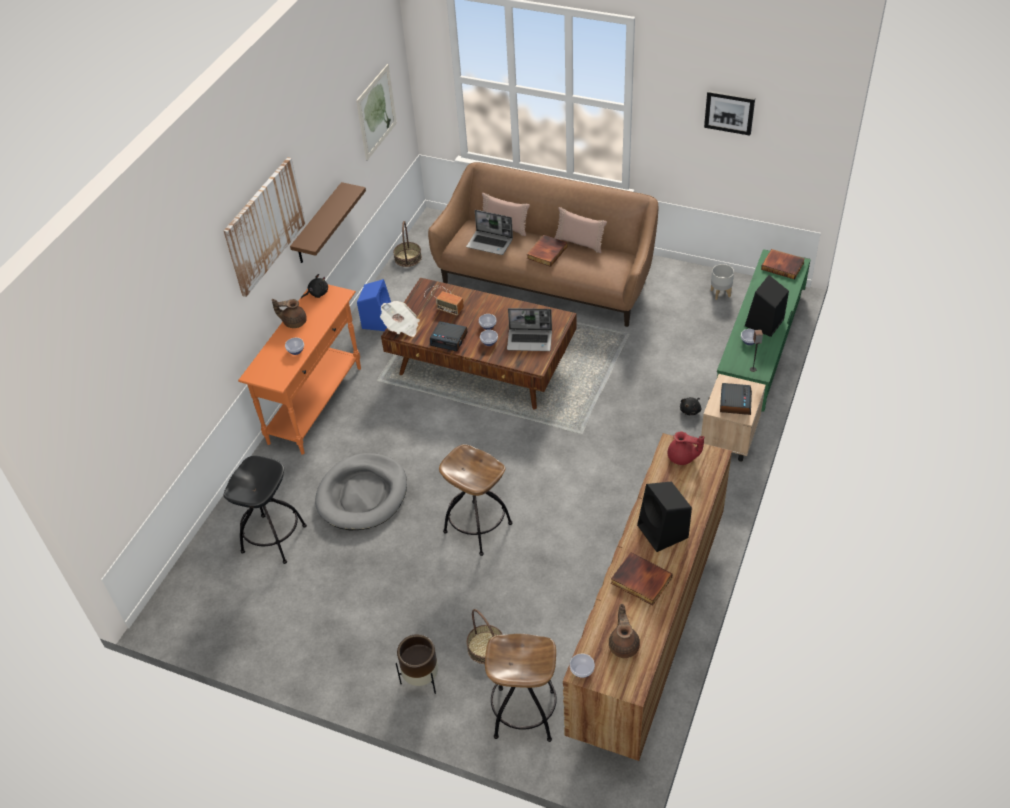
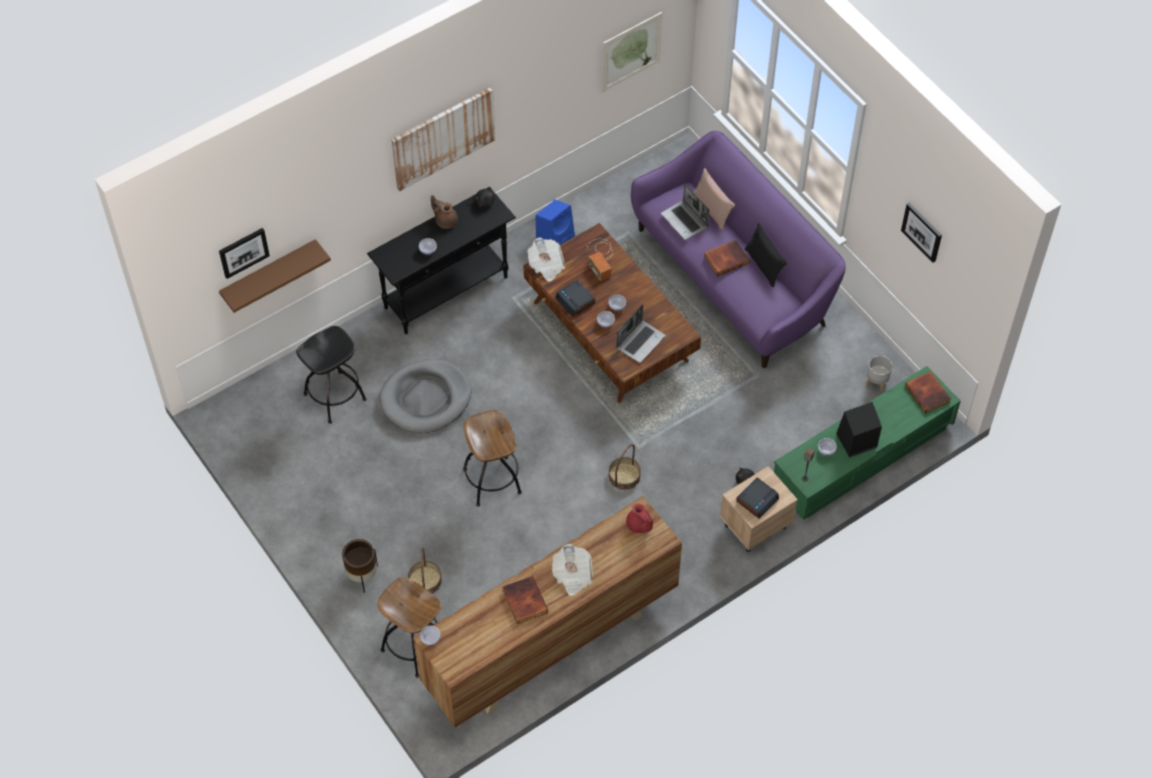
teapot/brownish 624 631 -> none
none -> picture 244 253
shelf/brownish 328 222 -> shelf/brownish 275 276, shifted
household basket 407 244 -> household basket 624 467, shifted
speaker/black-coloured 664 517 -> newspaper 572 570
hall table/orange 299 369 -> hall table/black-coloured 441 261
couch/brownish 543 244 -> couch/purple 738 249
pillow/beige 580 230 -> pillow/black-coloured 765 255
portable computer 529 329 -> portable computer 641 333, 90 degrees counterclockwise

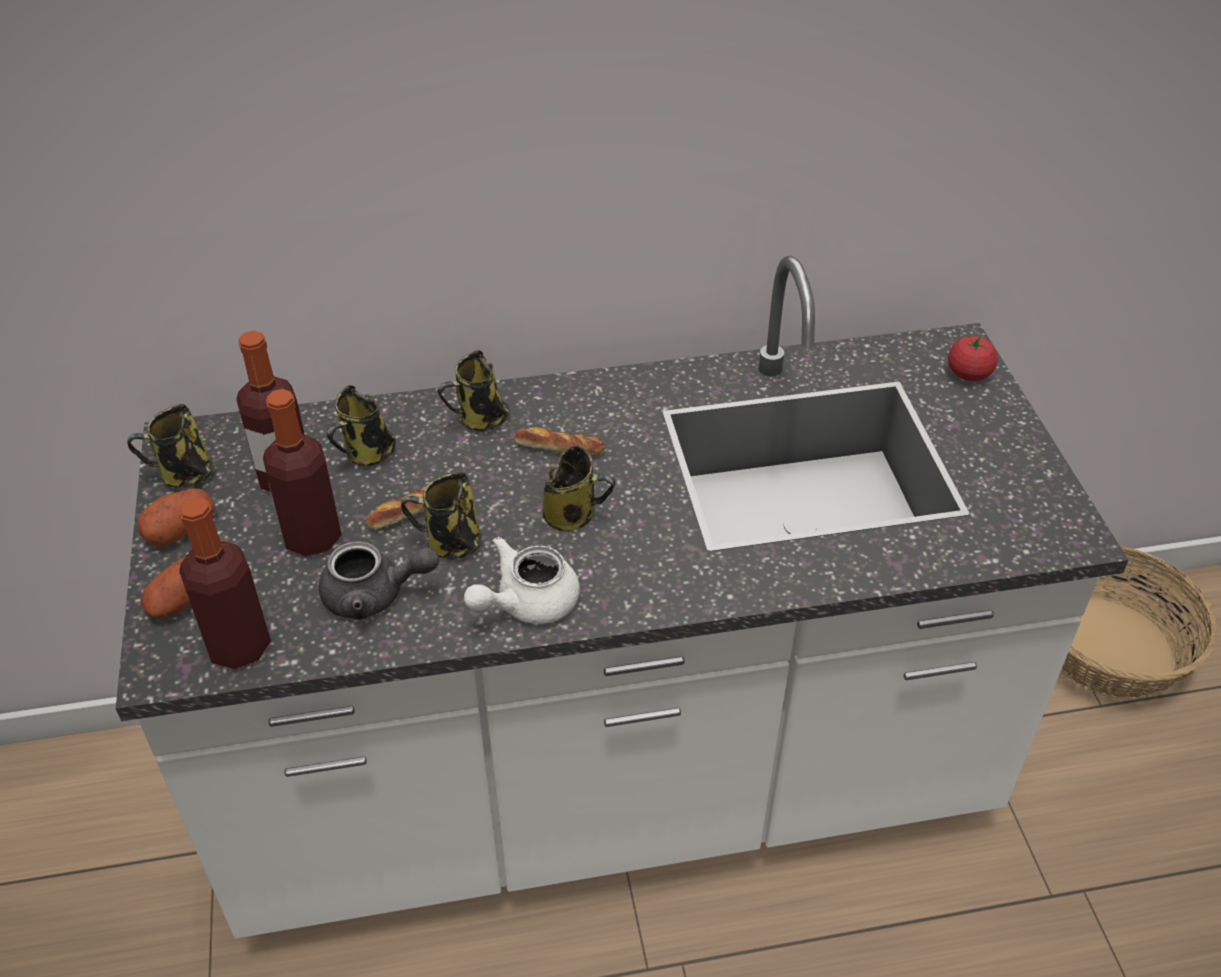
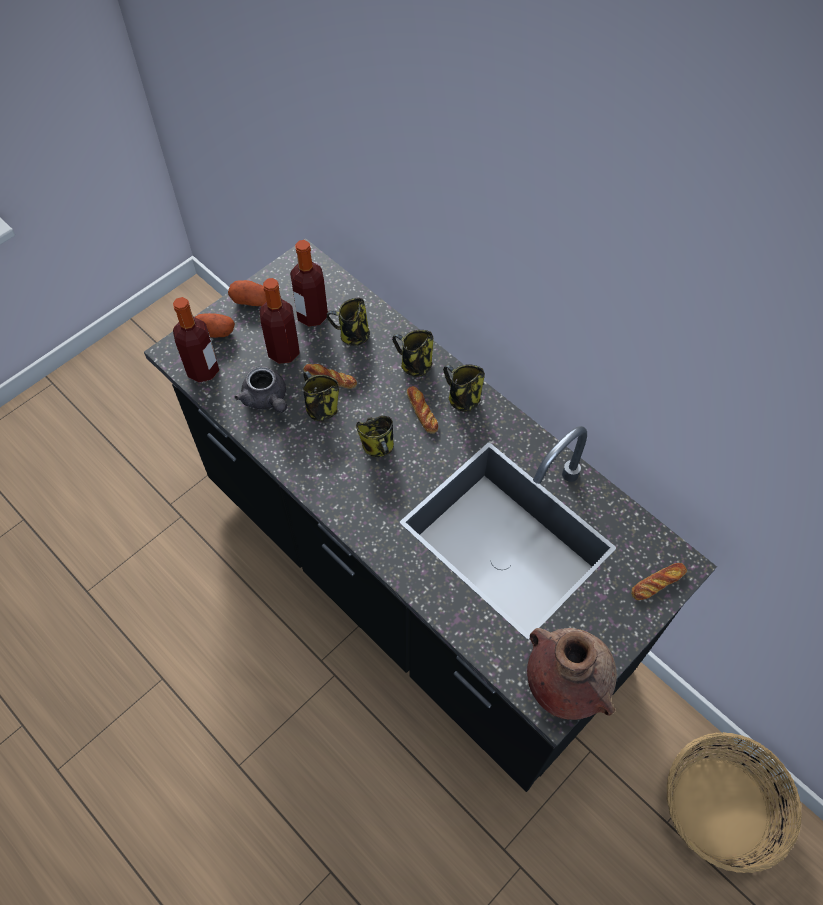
teapot/white-coloured 522 580 -> none
none -> vase/brownish 572 674
mug 170 446 -> mug 464 388, shifted
fresh tomato 973 358 -> bakery bread 659 581
kitchen counter/white-coloured 622 597 -> kitchen counter/black-coloured 430 515

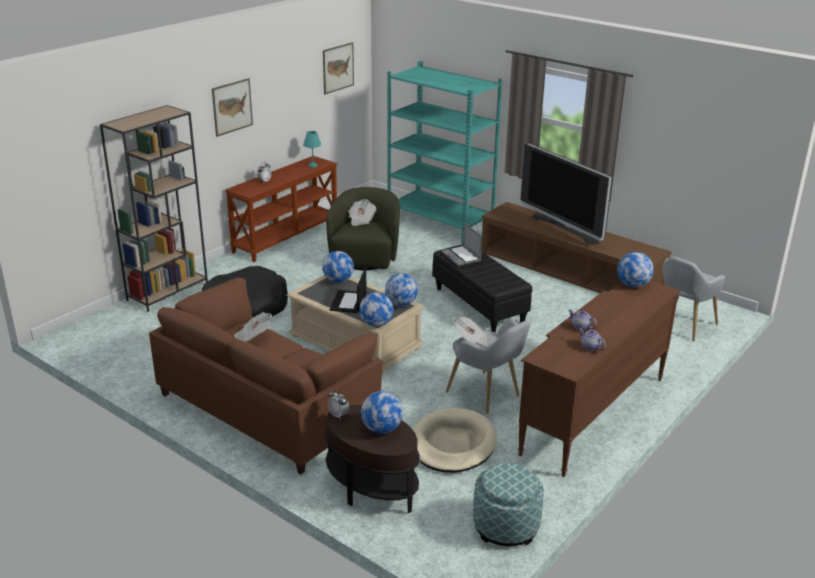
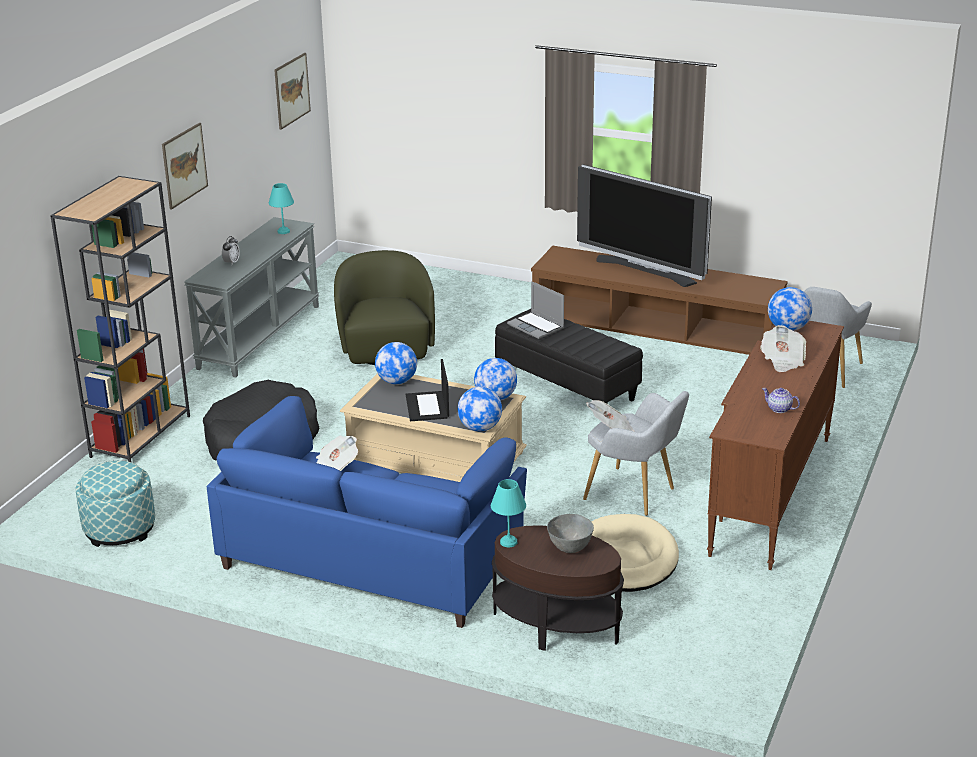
shelving unit/turquoise 445 152 -> none
teapot 583 320 -> none
newspaper 362 212 -> newspaper 783 348, shifted
footrest 508 504 -> footrest 115 504, shifted
alarm clock 338 404 -> lamp for a table/turquoise 508 513
desk globe 382 412 -> serving bowl/gray 570 533
couch/brownish 266 376 -> couch/bluish 367 512
hall table/brownish 281 209 -> hall table/gray 252 297

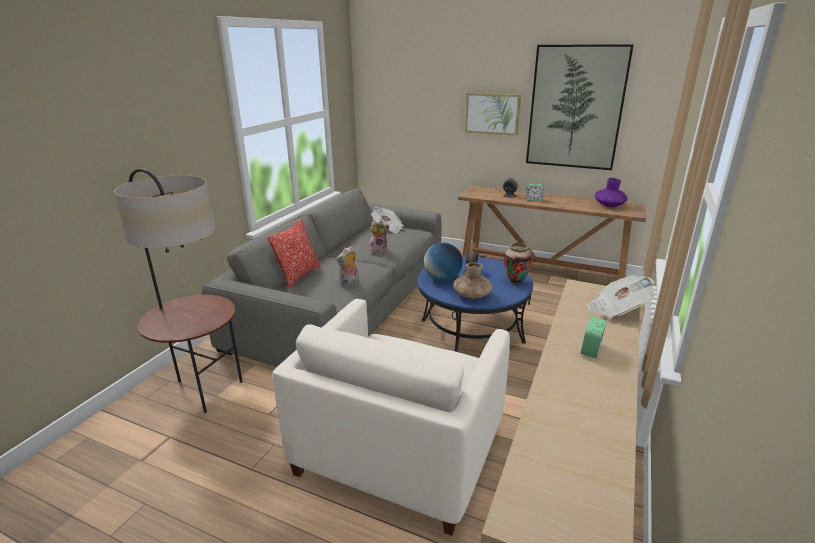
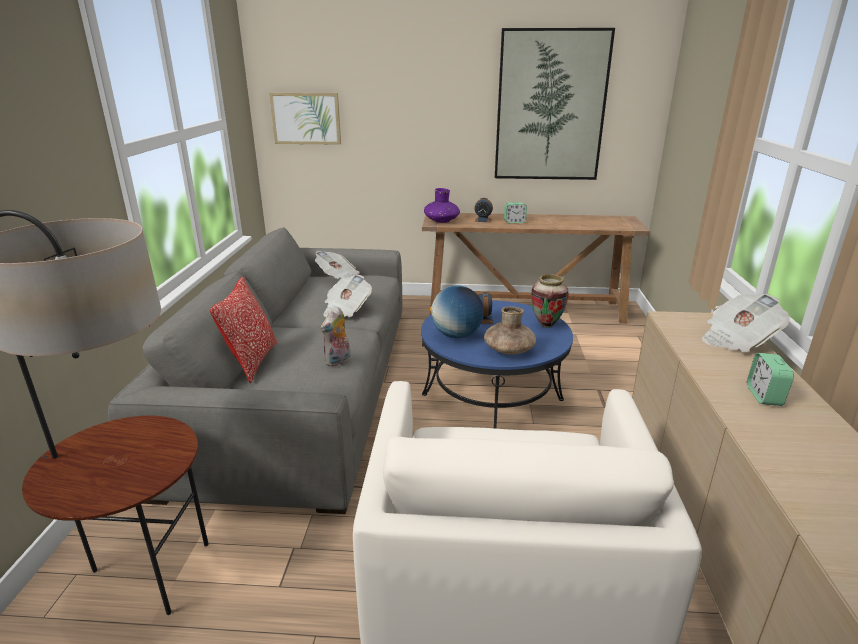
picture 493 114 -> picture 305 119, shifted
vase/purple 611 192 -> vase/purple 442 205, shifted
plush toy 380 236 -> newspaper 347 296

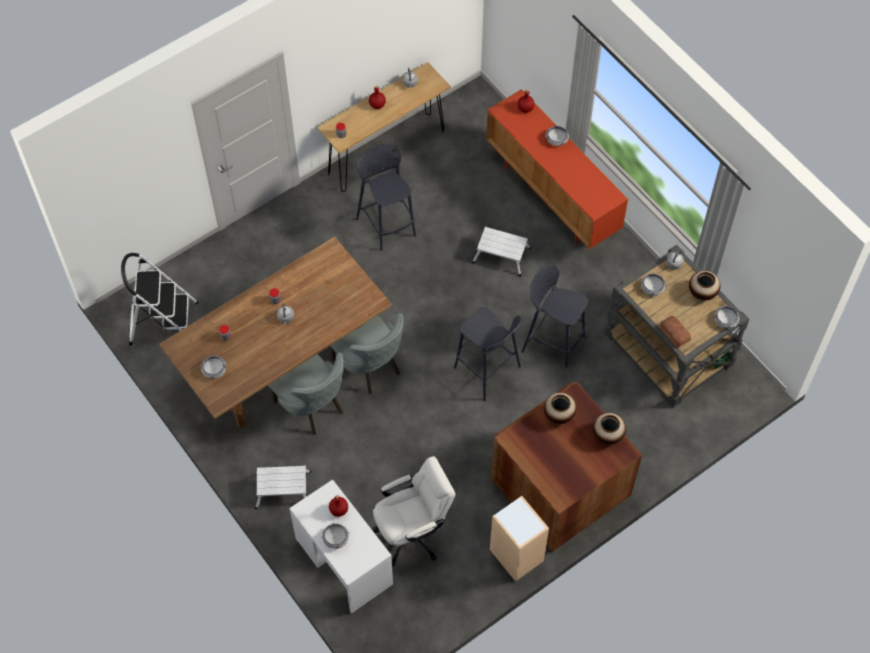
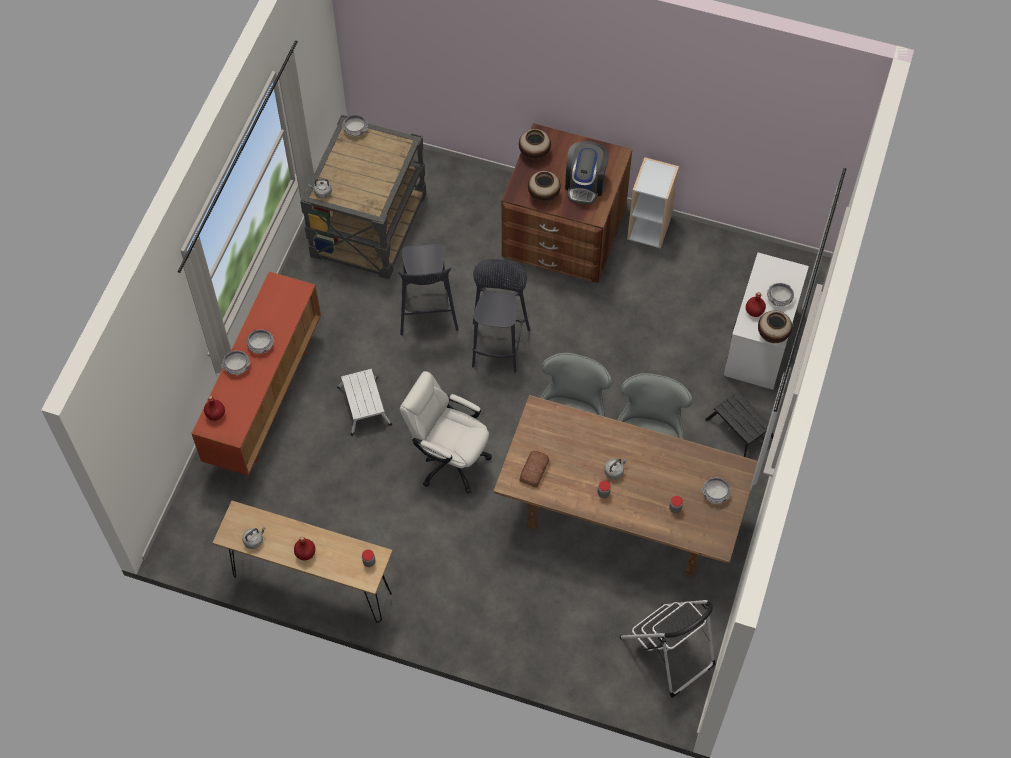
stool/gray 386 197 -> none
none -> coffee machine 587 172
computer chair/white-coloured 414 511 -> computer chair/white-coloured 446 432, shifted
serving bowl 653 284 -> serving bowl 260 341, shifted
bakery bread 675 332 -> bakery bread 534 469, shifted
vase 705 286 -> vase 775 327, shifted
stepladder/white-coloured 283 487 -> stepladder/black-coloured 739 424

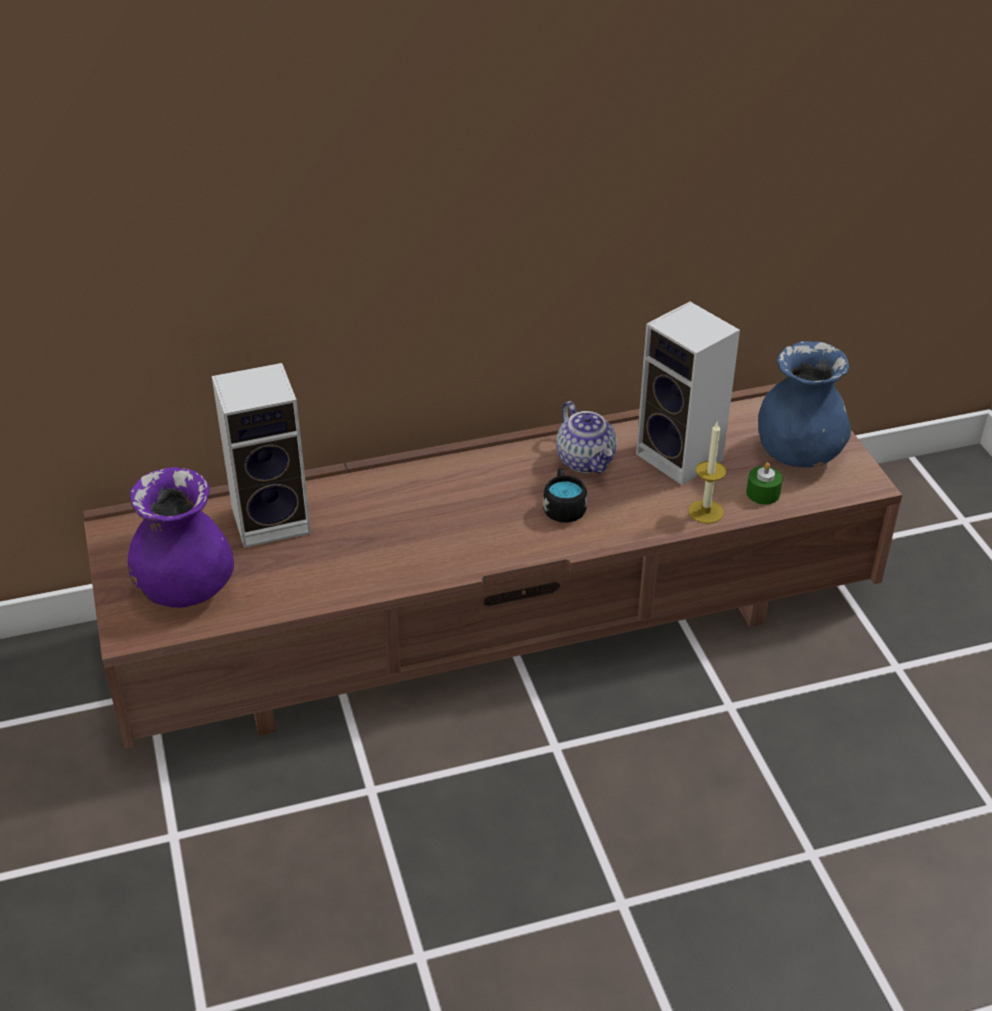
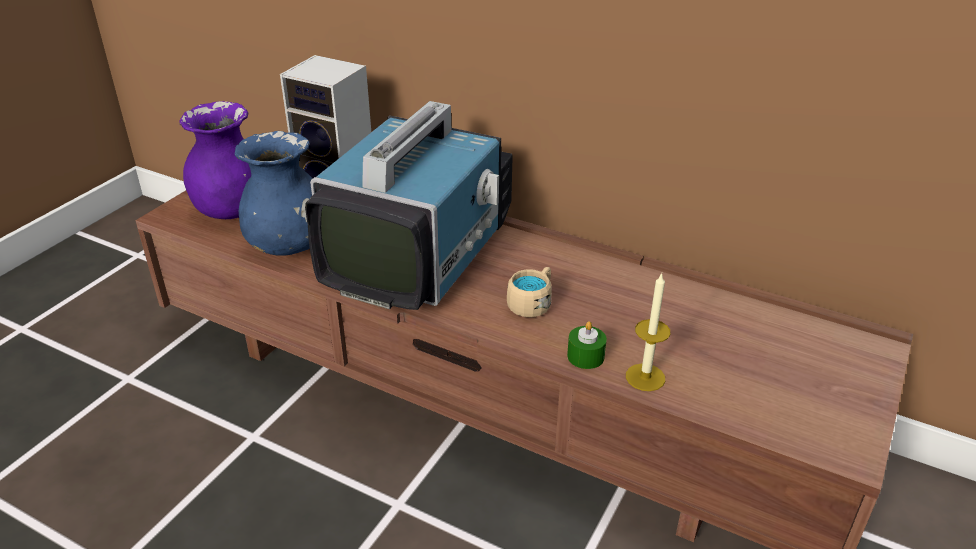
teapot 586 437 -> none
speaker 688 393 -> none
none -> television 409 205
wax light/green 764 483 -> wax light/green 587 345, shifted
vase/bluish 804 404 -> vase/bluish 274 193, shifted
mug/black-coloured 565 495 -> mug/beige 529 292

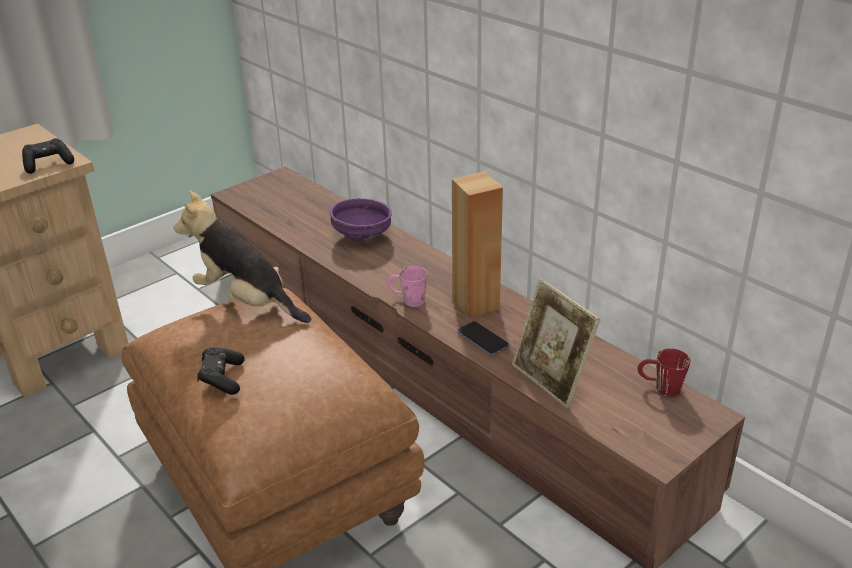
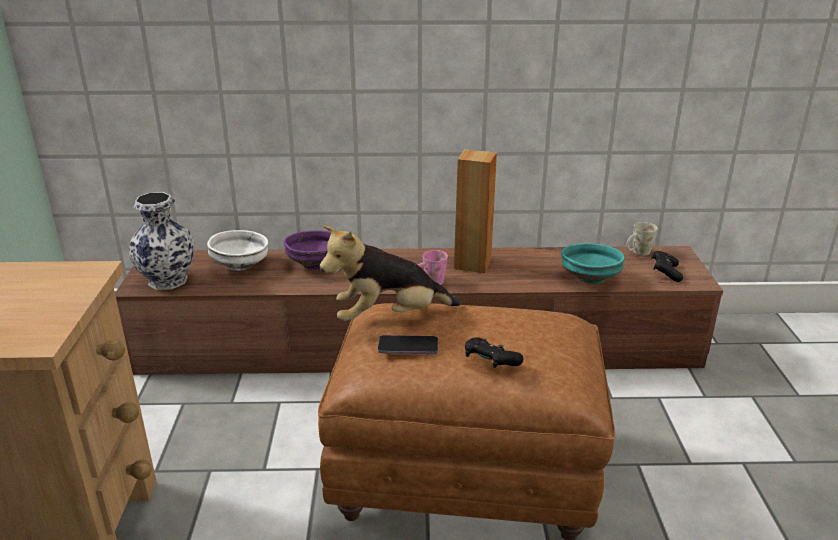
none -> vase 162 241
none -> serving bowl/white-coloured 237 250
game controller/black-coloured 48 156 -> game controller/black-coloured 667 266, shifted
phone 483 338 -> phone 408 344, shifted
photo frame 556 344 -> serving bowl/turquoise 593 263
mug/red-coloured 664 372 -> mug/white-coloured 642 239

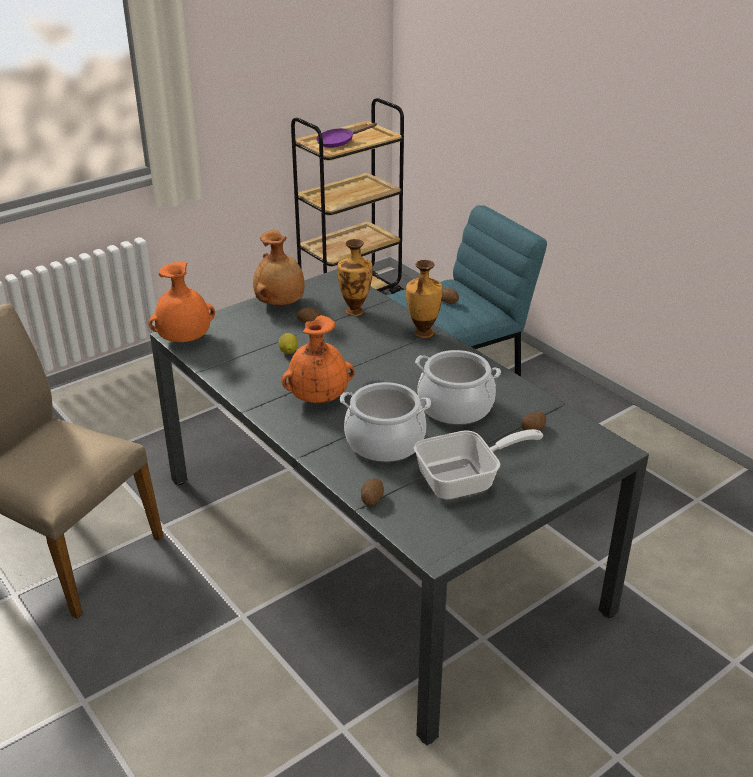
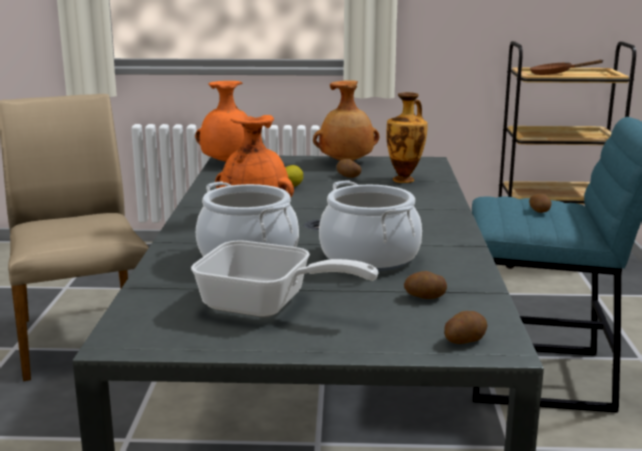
vase 424 299 -> none
whole potato 372 492 -> whole potato 466 327, shifted
skillet/purple 346 135 -> skillet/brownish 567 67

